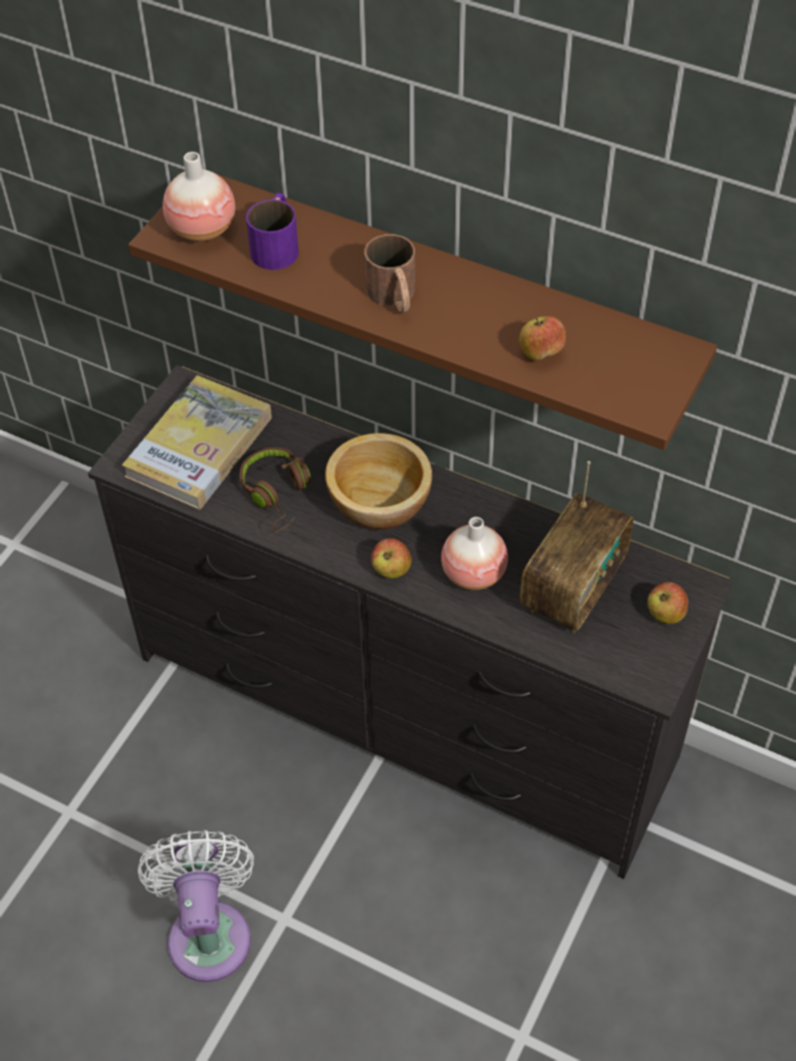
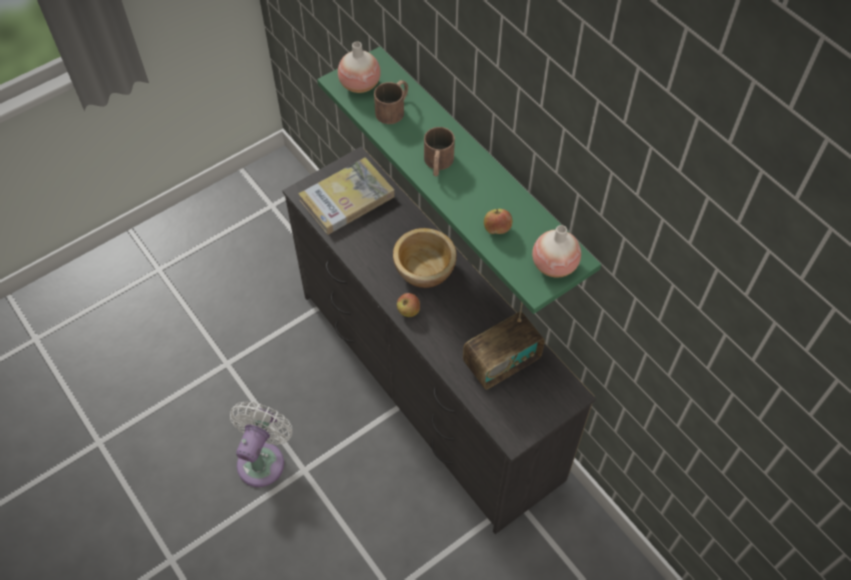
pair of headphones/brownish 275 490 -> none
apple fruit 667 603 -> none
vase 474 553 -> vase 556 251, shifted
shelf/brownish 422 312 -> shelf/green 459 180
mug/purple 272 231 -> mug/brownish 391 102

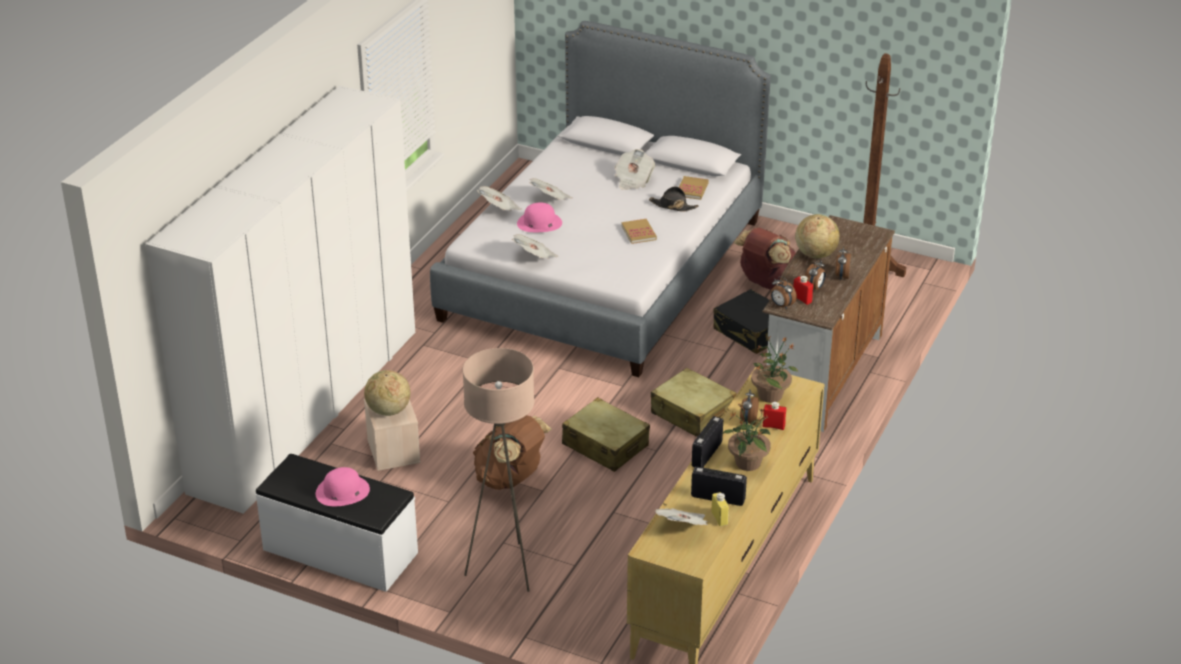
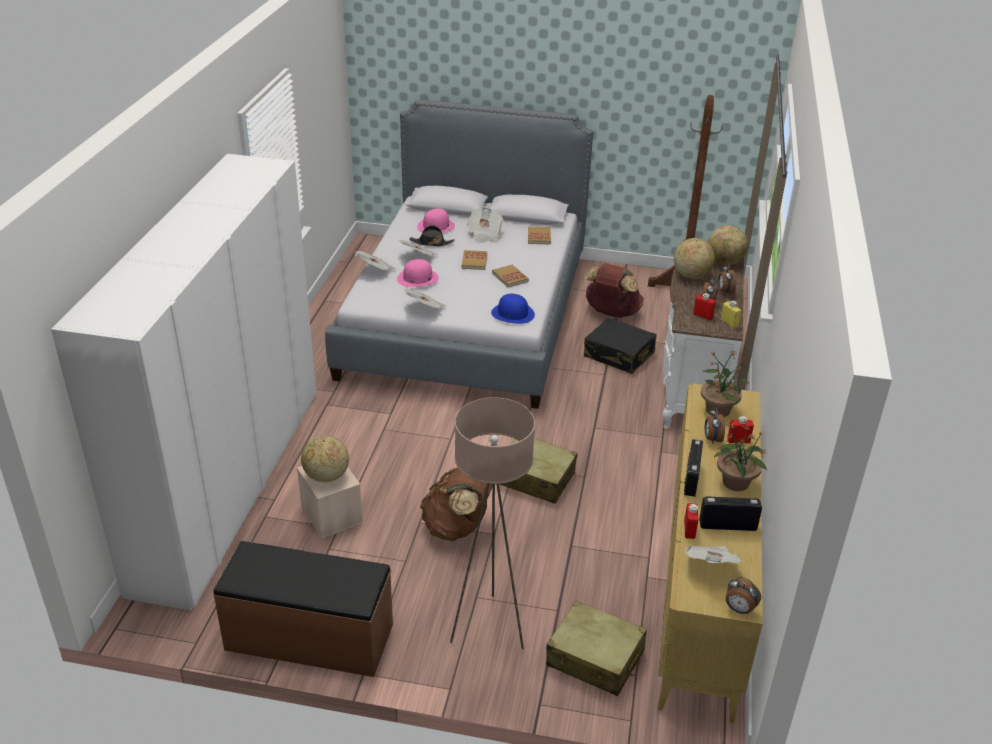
none -> volume 474 260
none -> hat/bluish 513 309
none -> beverage bottle/red-coloured 691 521
none -> desk globe 728 245
hat/pink-coloured 343 486 -> hat/pink-coloured 436 221, shifted
hat/black-coloured 674 199 -> hat/black-coloured 432 235, shifted
travel case/beige 694 402 -> travel case/beige 596 648, shifted
beverage bottle/yellow-coloured 720 509 -> beverage bottle/yellow-coloured 730 315, shifted
alarm clock 784 292 -> alarm clock 743 596, shifted
long seat/white-coloured 337 523 -> long seat/brownish 303 609

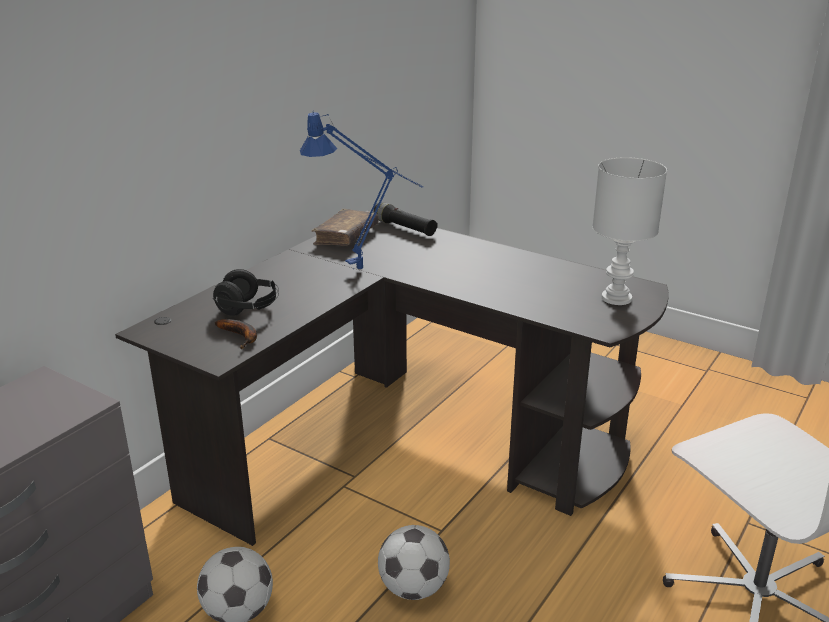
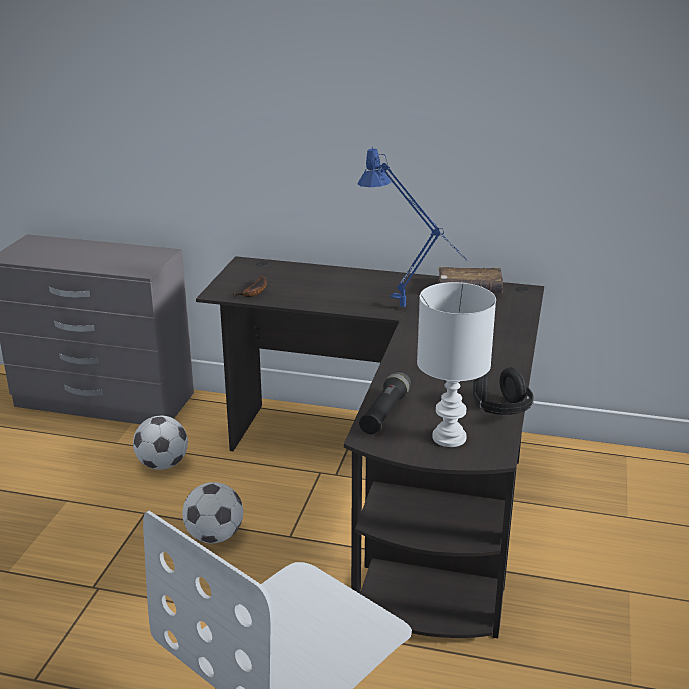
pair of headphones/black-coloured 246 292 -> pair of headphones/black-coloured 503 391, shifted
hand torch/black-coloured 405 219 -> hand torch/black-coloured 385 402, shifted

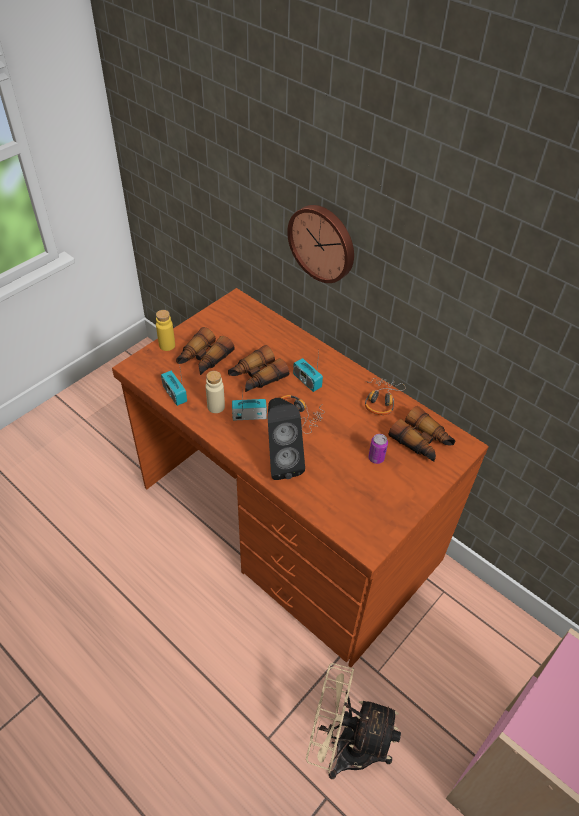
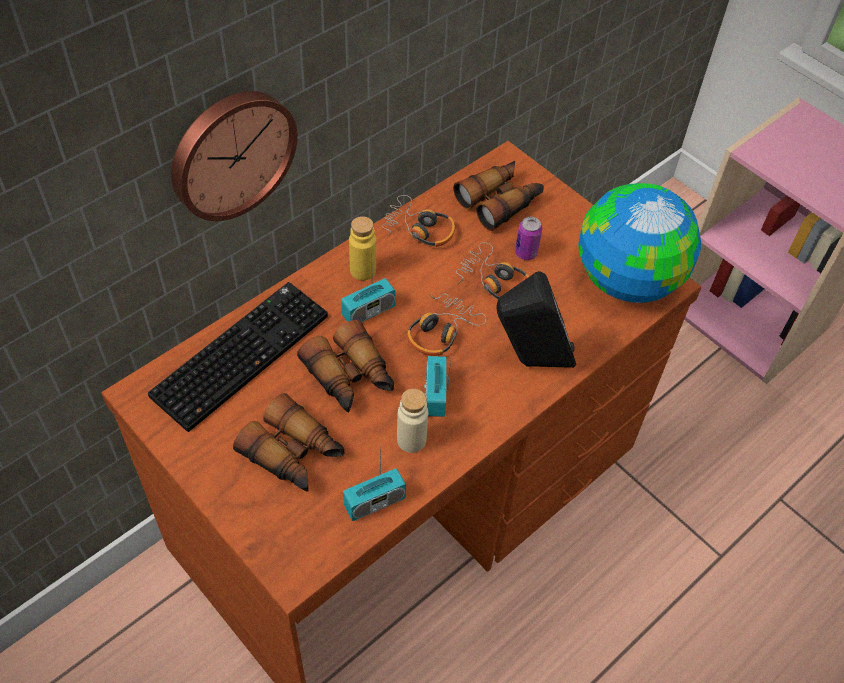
cooling fan/beige 353 721 -> none
none -> PC keyboard 238 357
none -> pair of headphones 492 270
none -> desk globe 639 243
beverage bottle/yellow-coloured 165 330 -> beverage bottle/yellow-coloured 362 248, shifted

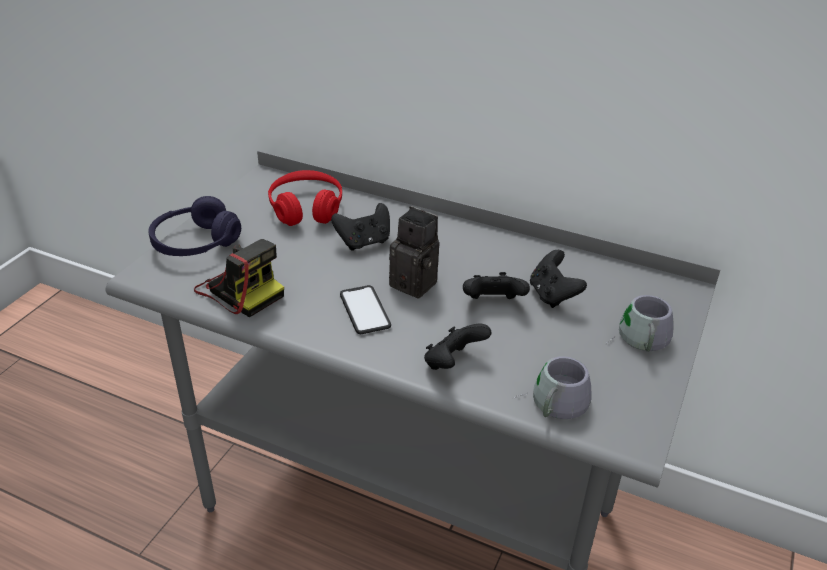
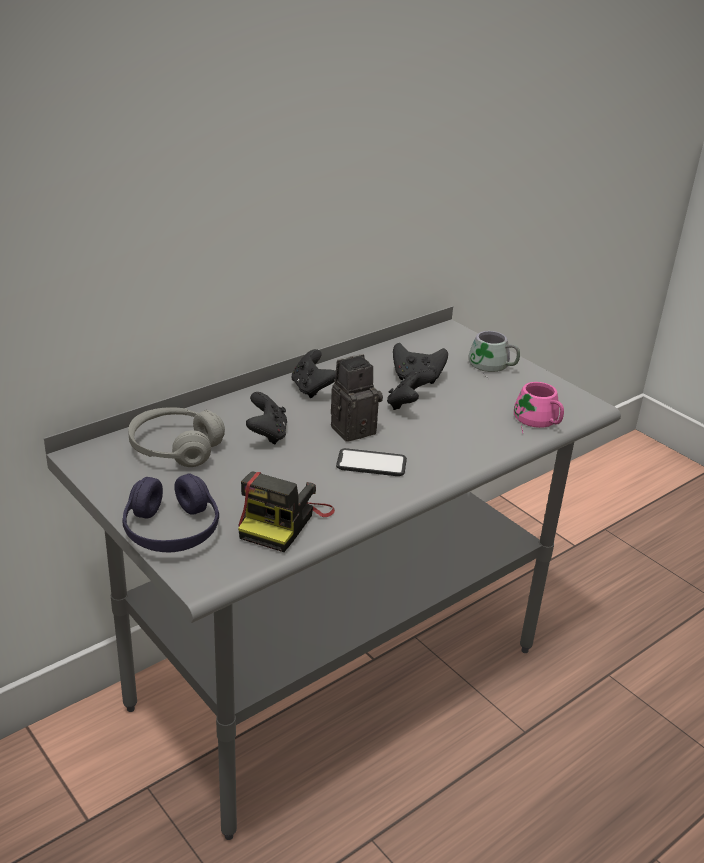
game controller/black-coloured 457 347 -> game controller/black-coloured 314 373, shifted
pair of headphones/red-coloured 305 198 -> pair of headphones/gray 176 437
mug/gray 552 387 -> mug/pink-coloured 539 407
still camera 239 278 -> still camera 286 512, 135 degrees clockwise

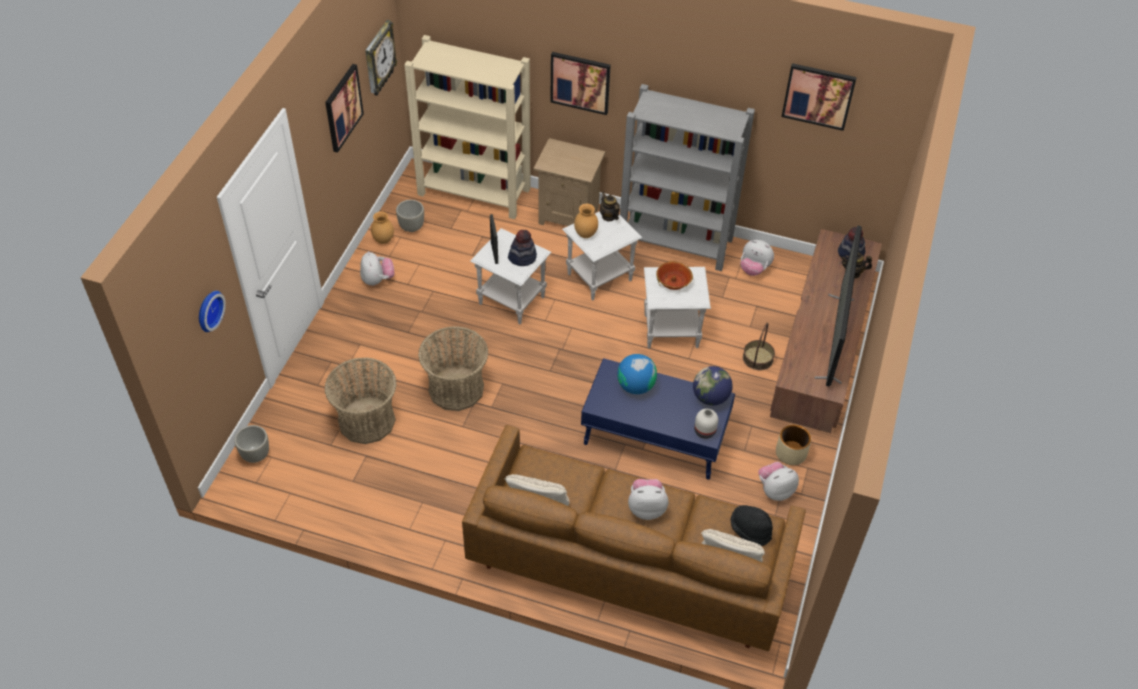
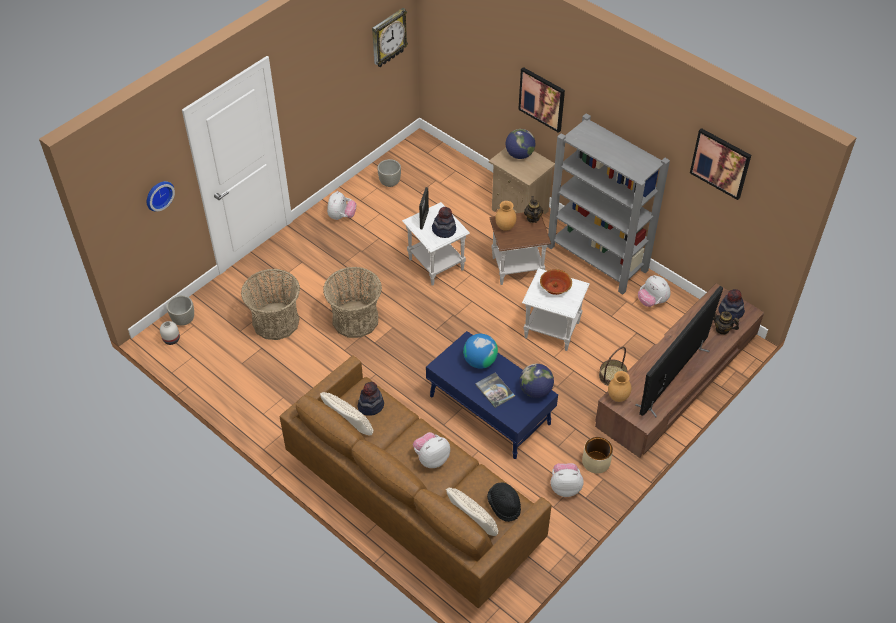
picture 344 108 -> none
shelving unit/beige 467 127 -> none
none -> hat 370 399
none -> volume 495 390
none -> desk globe 521 144
vase/brownish 382 227 -> vase/brownish 619 386, shifted
vase/white-coloured 706 424 -> vase/white-coloured 170 333, shifted
end table/white-coloured 602 256 -> end table/brownish 520 248
plush toy 648 499 -> plush toy 431 450, 60 degrees counterclockwise

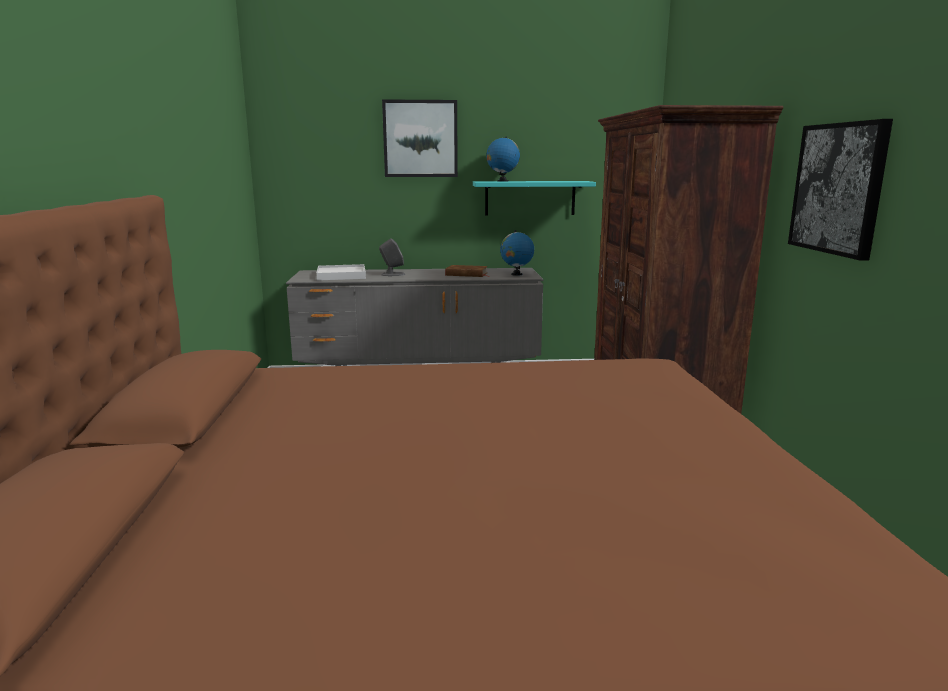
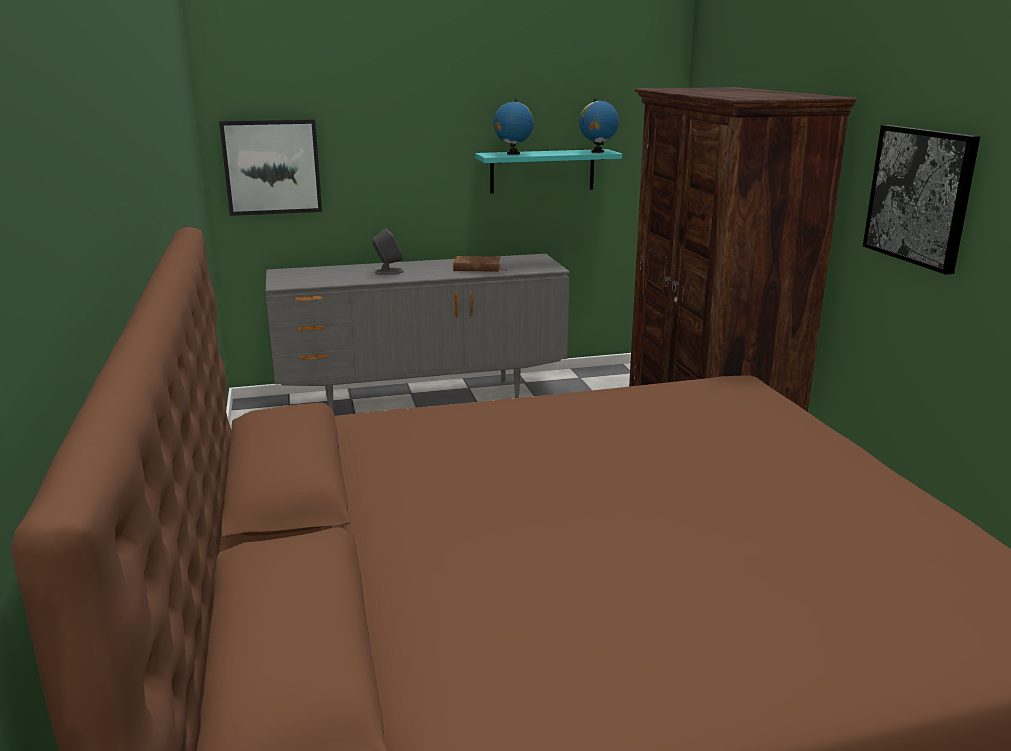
serving tray/white-coloured 341 272 -> none
picture 420 138 -> picture 270 167, shifted
desk globe 517 253 -> desk globe 599 126, shifted

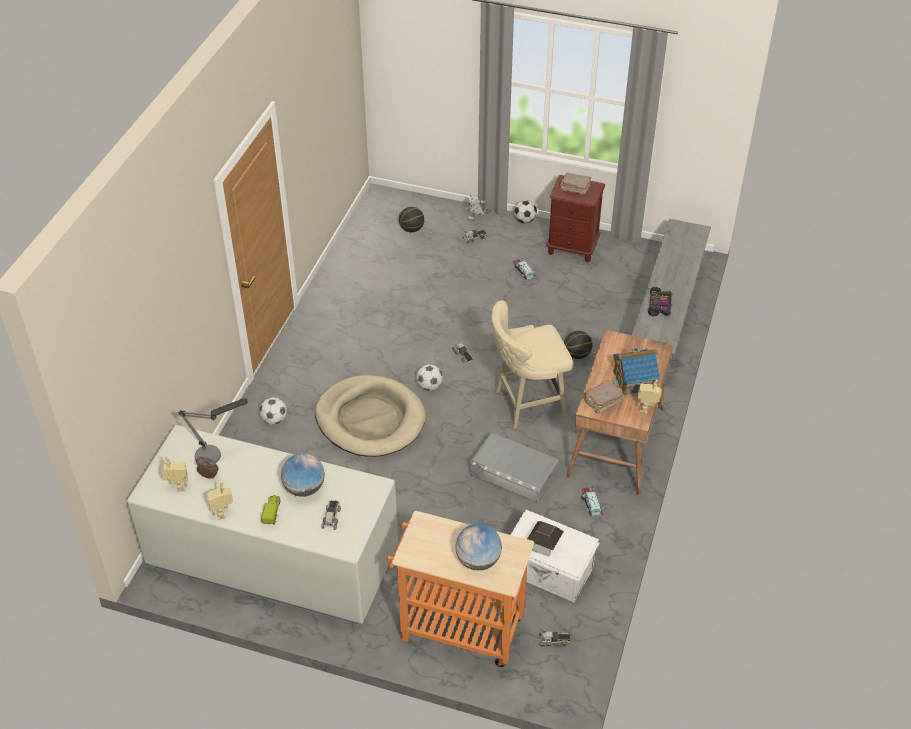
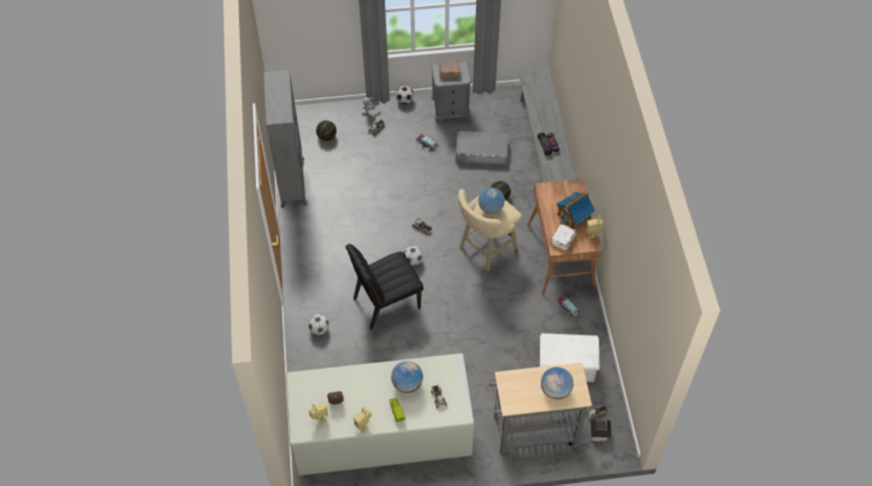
lamp for a table 213 430 -> none
none -> shelving unit/gray 285 139
none -> desk globe 491 200
storage box/gray 514 468 -> storage box/gray 482 148, shifted
model house 545 539 -> model house 600 430, shifted
dog bed/beige 370 416 -> plain chair/black-coloured 384 287
cart/orange 460 589 -> cart/gray 540 408
night table/brownish 576 218 -> night table/gray 451 92
volume/brownish 604 397 -> volume/white-coloured 563 237

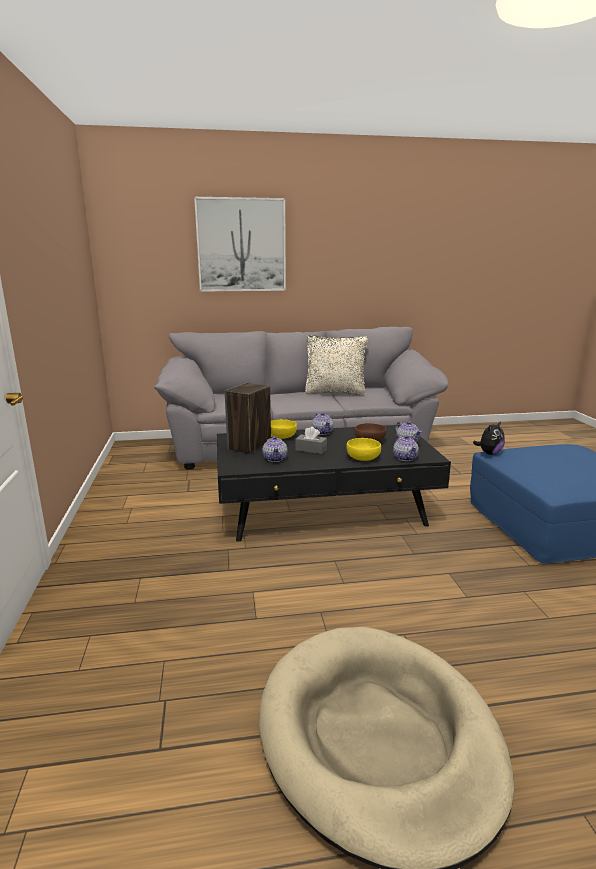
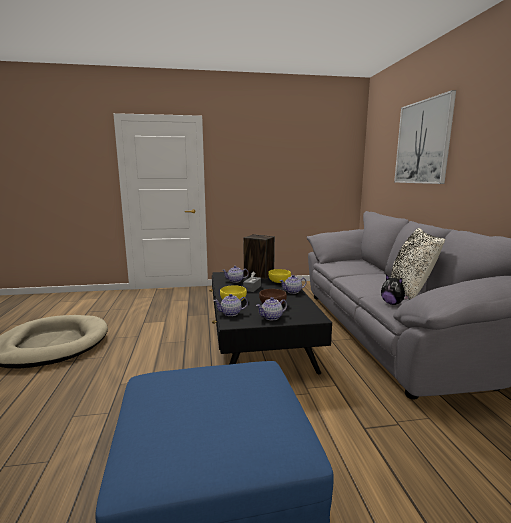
plush toy 489 438 -> plush toy 395 290, shifted

